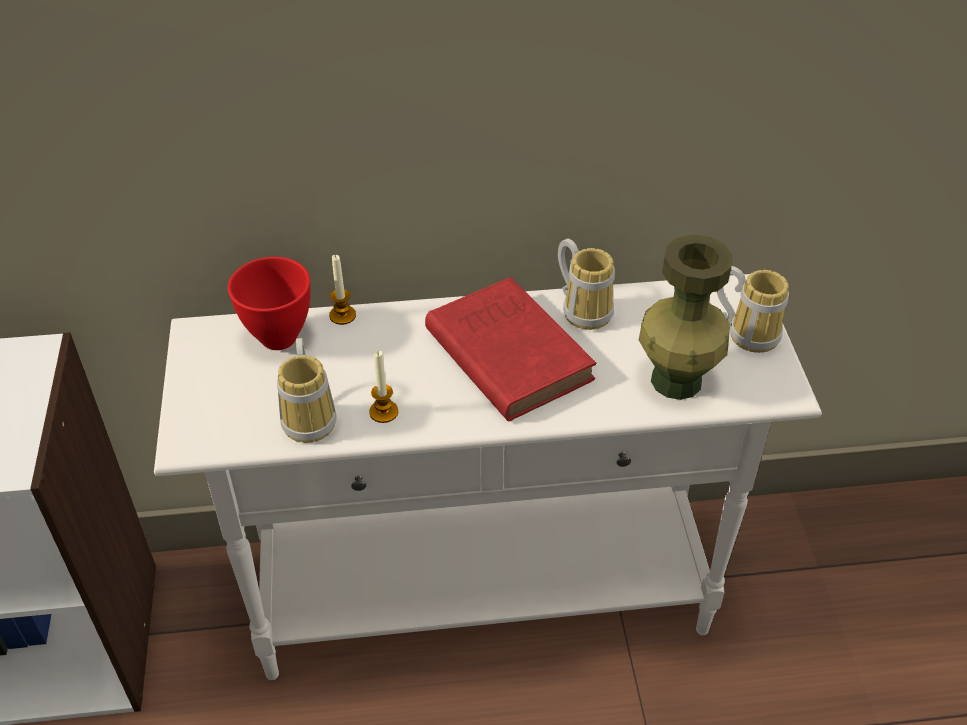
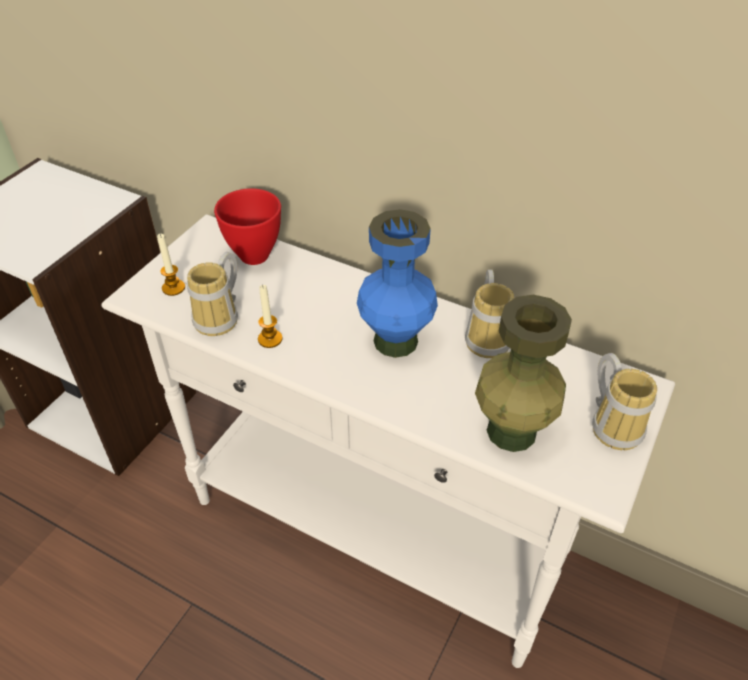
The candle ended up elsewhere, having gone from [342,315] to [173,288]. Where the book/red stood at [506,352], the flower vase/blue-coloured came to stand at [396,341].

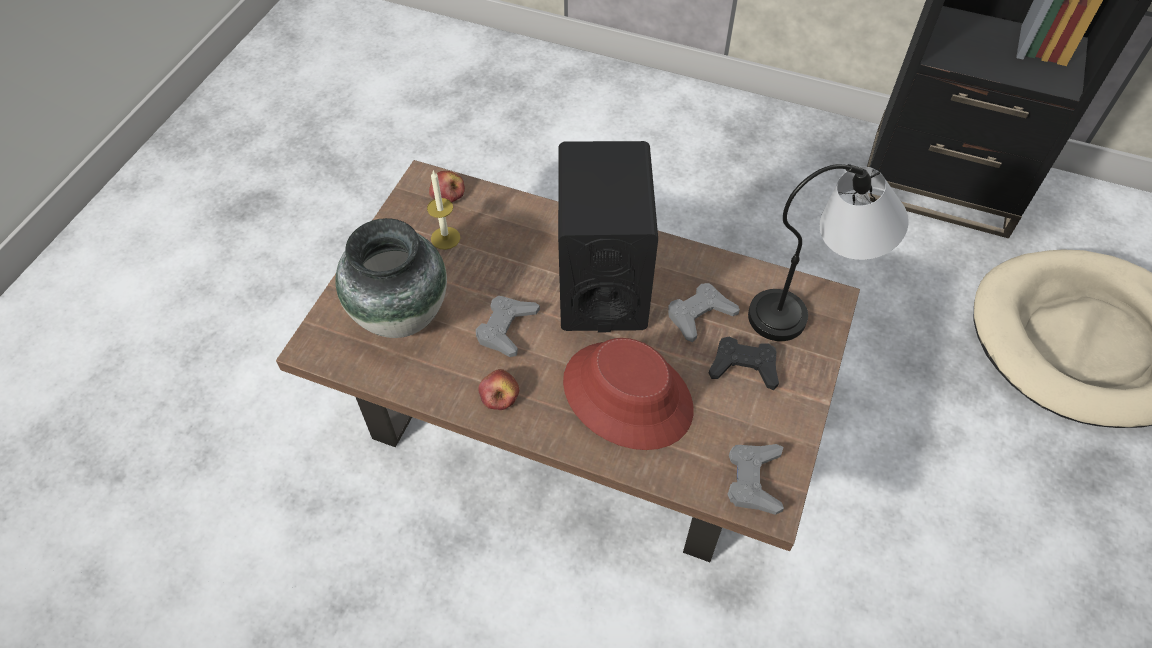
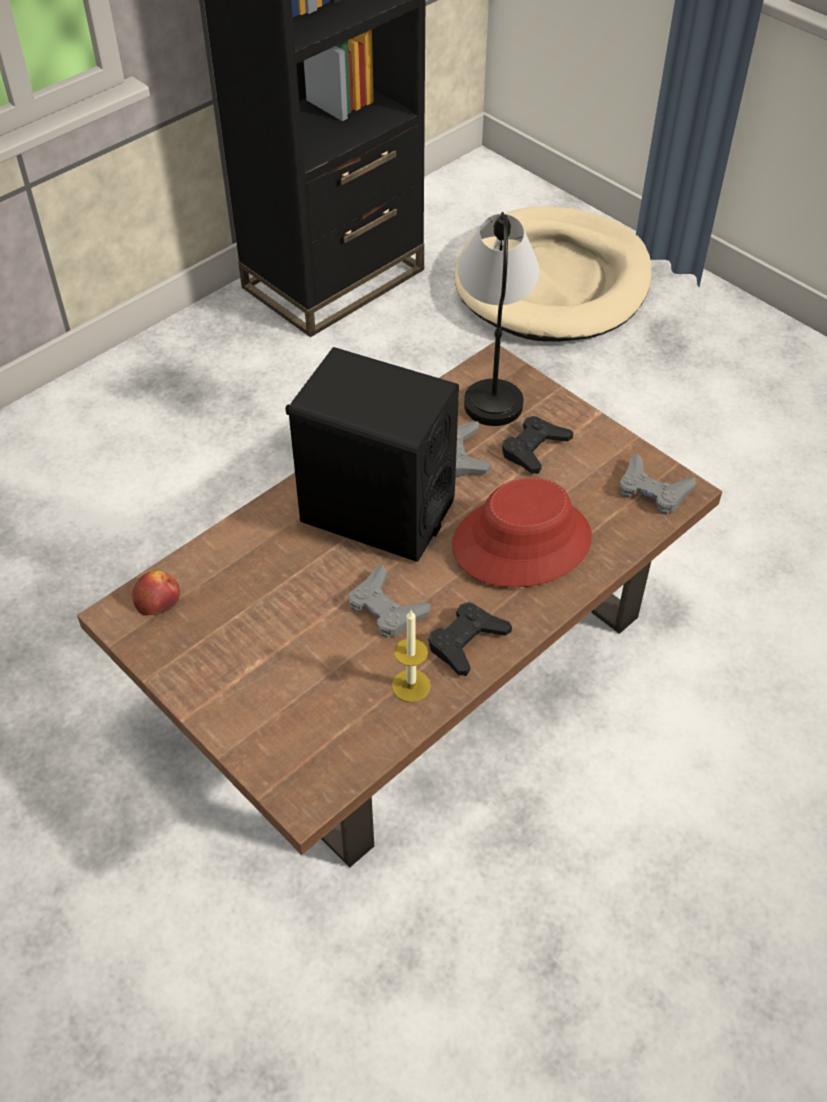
The second view lost the flower vase at [402,315]. The candle ended up elsewhere, having gone from [445,238] to [411,686]. Where the apple stood at [499,394], the game controller/black came to stand at [466,642].

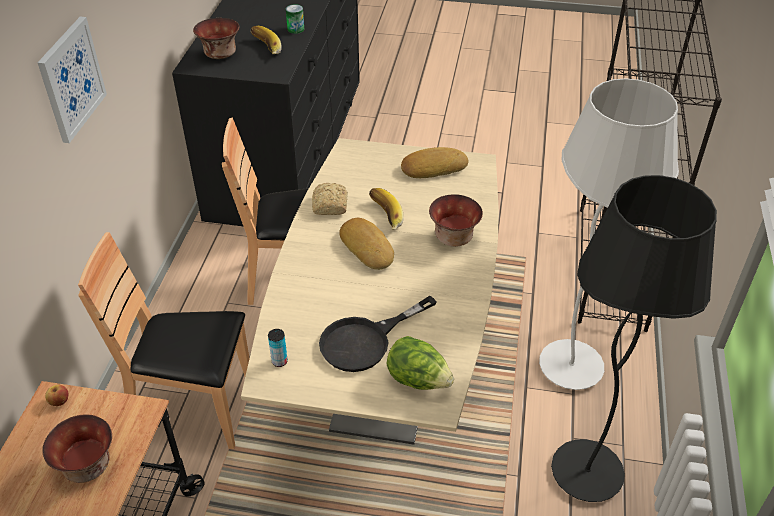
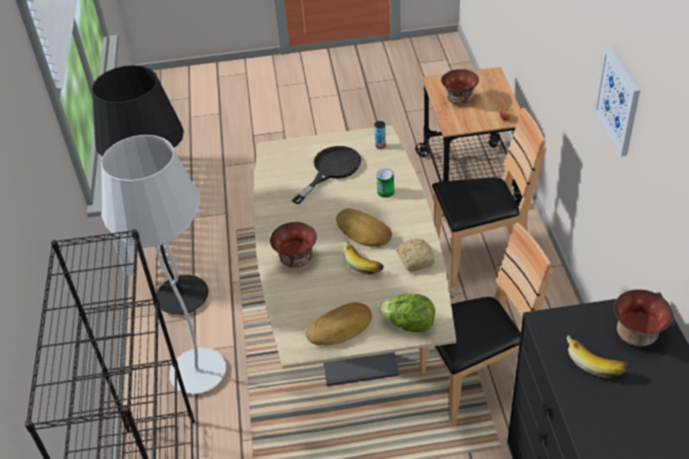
The metal can ended up elsewhere, having gone from [295,29] to [385,191]. The lettuce ended up elsewhere, having gone from [418,380] to [408,325].

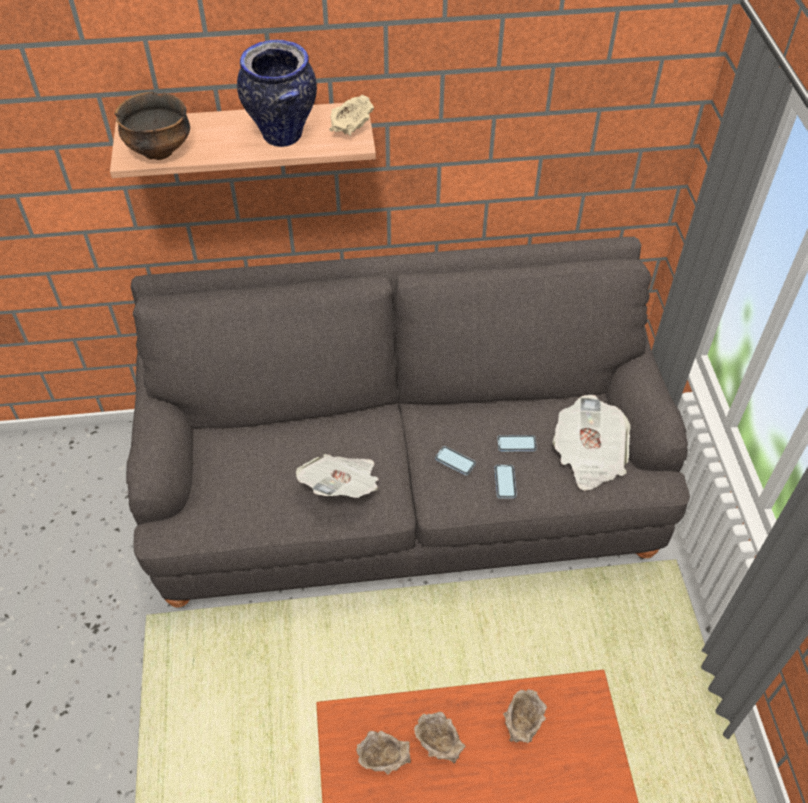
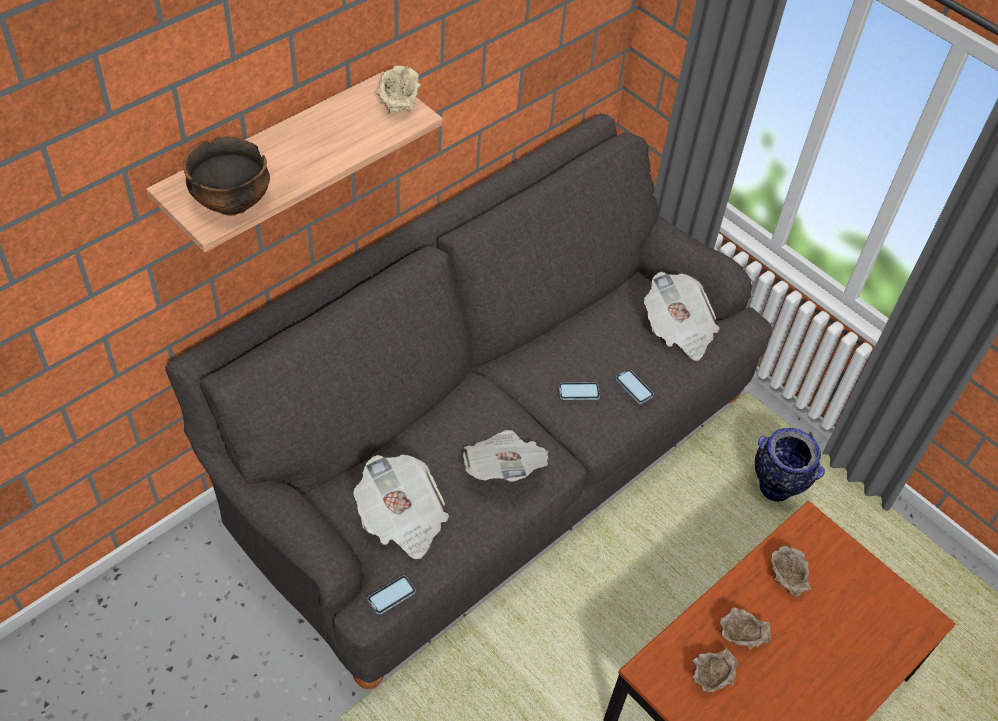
The flower vase ended up elsewhere, having gone from [283,136] to [775,489]. The phone ended up elsewhere, having gone from [516,444] to [391,595]. The second view gained the printed paper at [402,519].

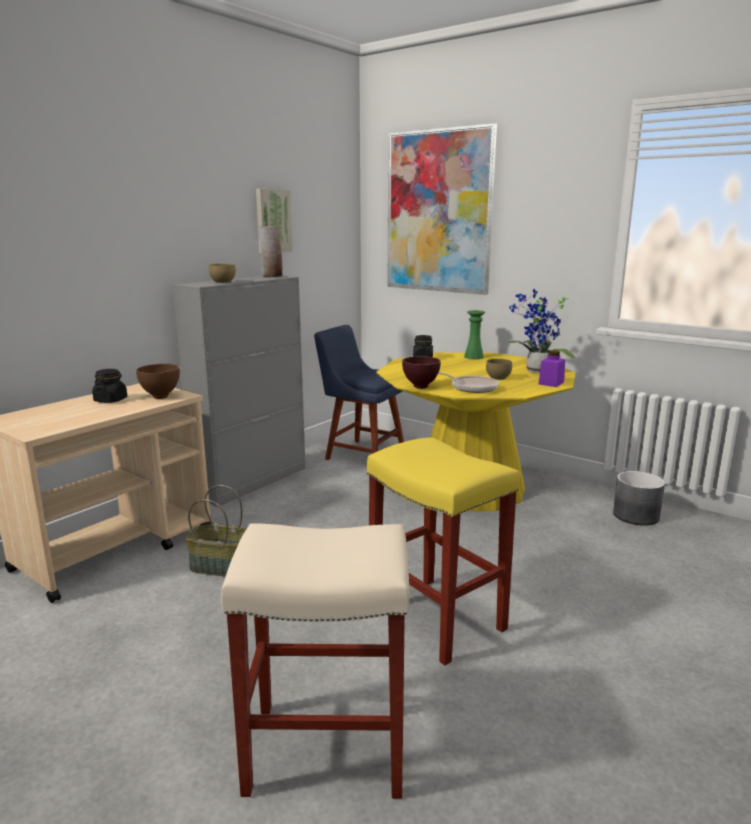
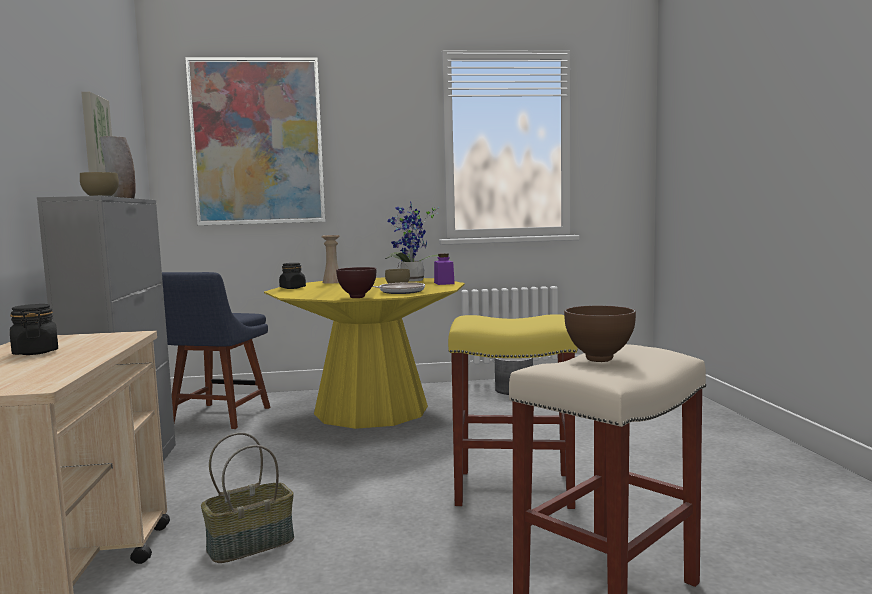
The serving bowl/brownish ended up elsewhere, having gone from [161,397] to [598,359]. The plain chair/blue-coloured at [362,454] ended up facing another way, 60 degrees counterclockwise from before. What was the flower vase/greenish at [473,357] turned into the flower vase/beige at [332,282].

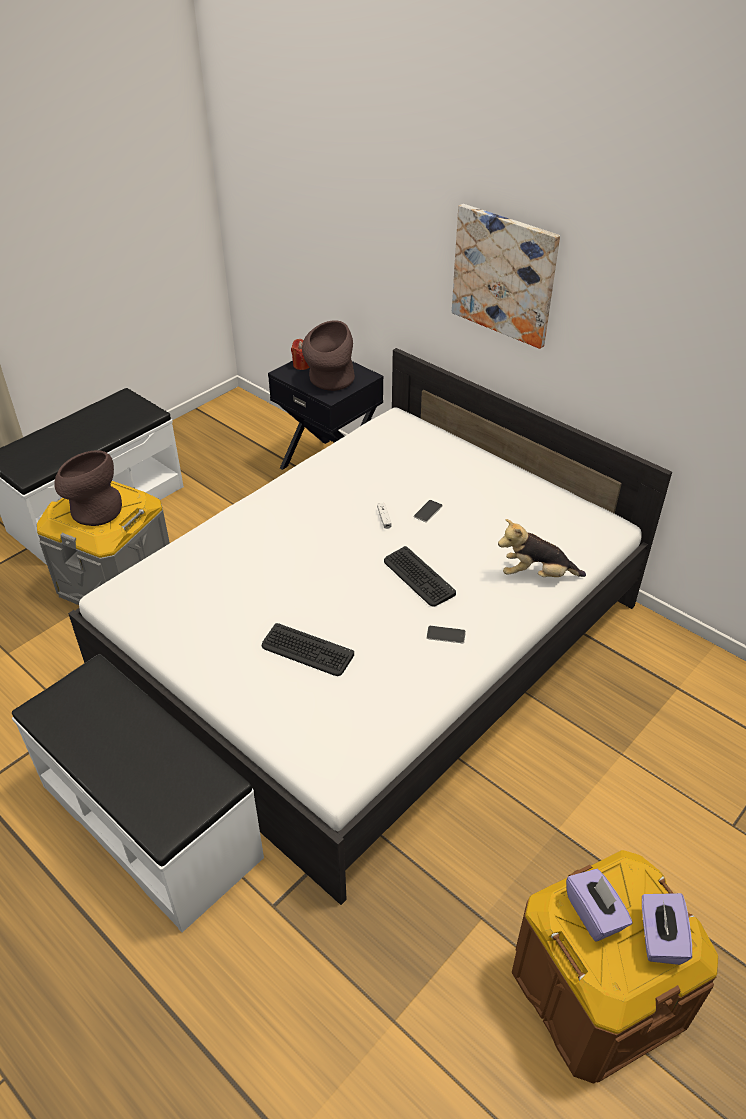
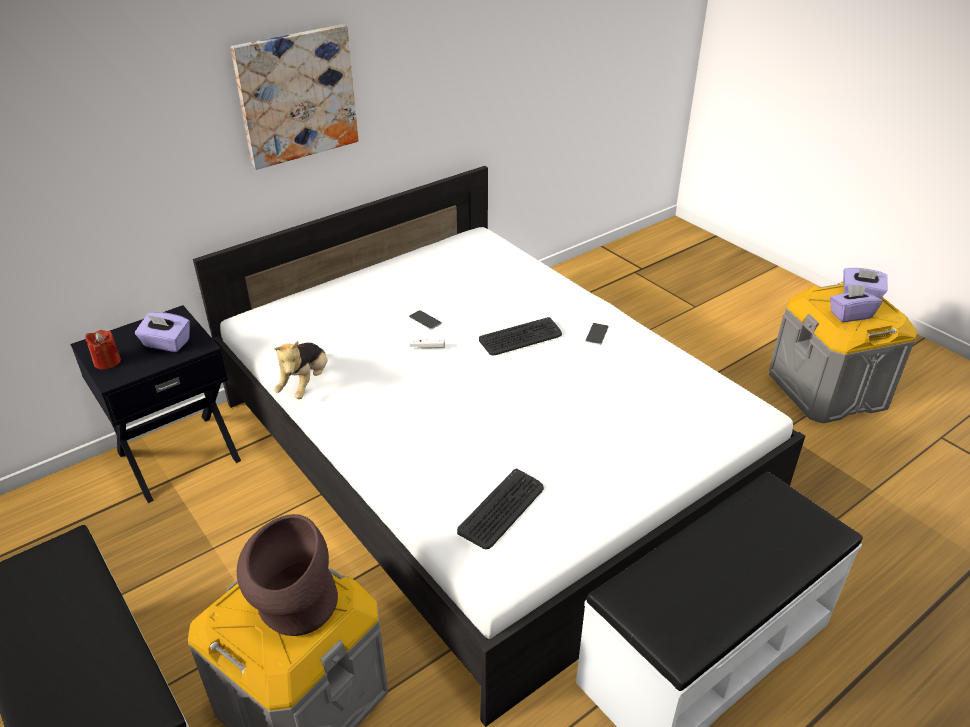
The keyboard ended up elsewhere, having gone from [307,651] to [502,509]. Where the flower vase/brownish stood at [329,382], the tissue holder/purple-coloured came to stand at [166,344]. The plush toy ended up elsewhere, having gone from [536,575] to [305,384]. What was the storage container/brownish at [596,993] turned into the storage container/grey at [827,389].

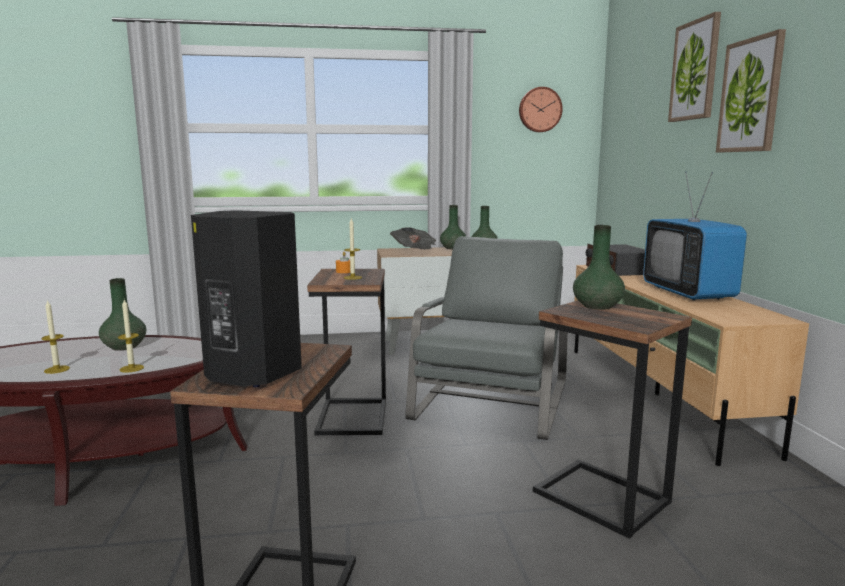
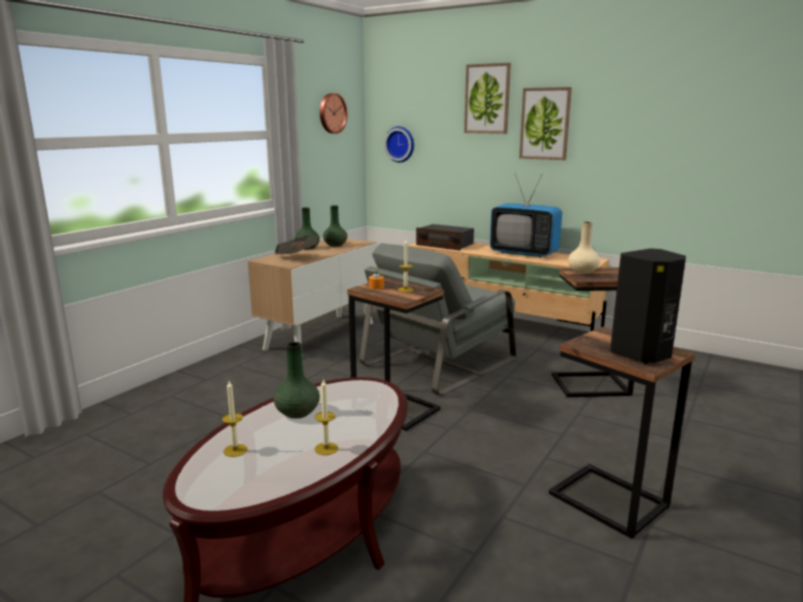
The candle ended up elsewhere, having gone from [131,368] to [235,450]. The armchair/grey at [492,400] ended up facing another way, 105 degrees counterclockwise from before. What was the flower vase/greenish at [596,306] turned into the flower vase/beige at [582,272]. The second view gained the wall clock at [400,144].

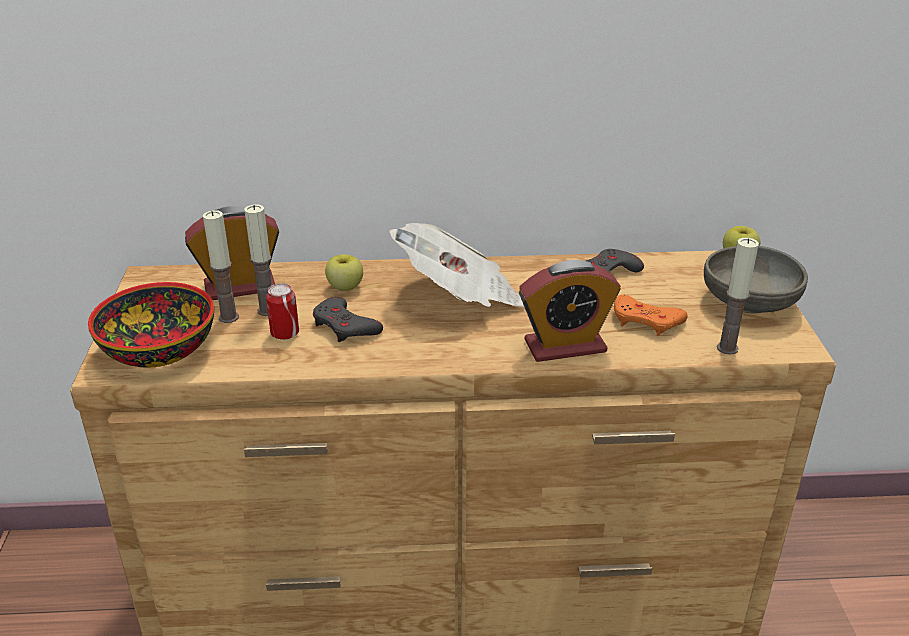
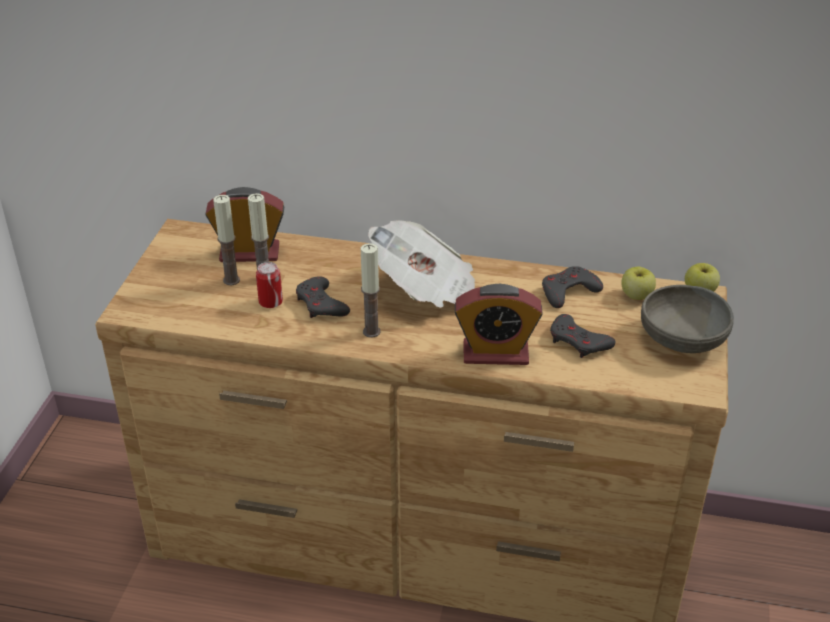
The second view lost the serving bowl at [160,349]. The apple ended up elsewhere, having gone from [345,287] to [636,295]. What was the game controller/orange-coloured at [646,321] turned into the game controller/grey at [578,341]. The candle ended up elsewhere, having gone from [727,348] to [371,331].

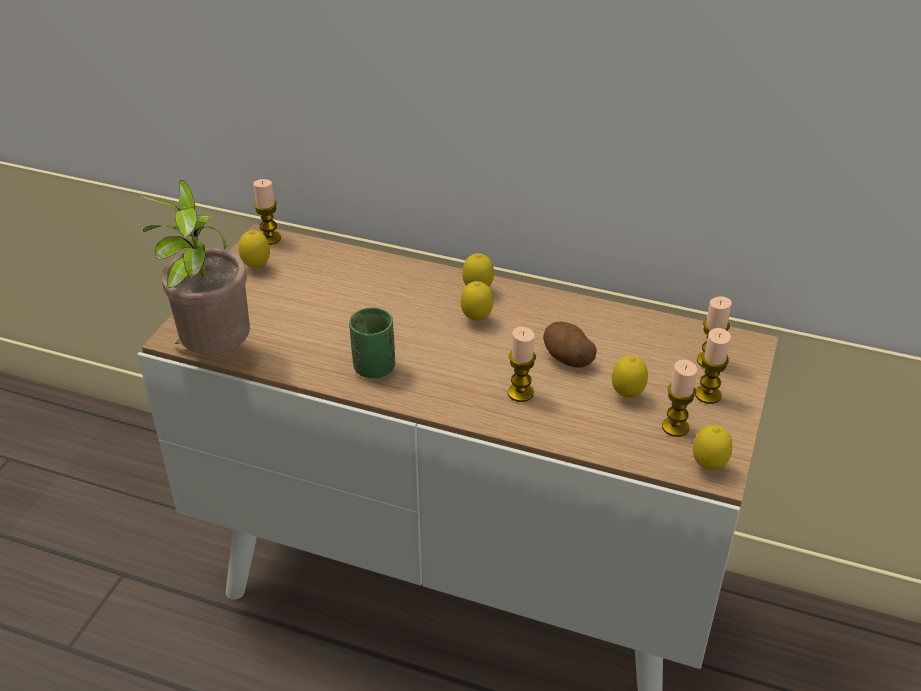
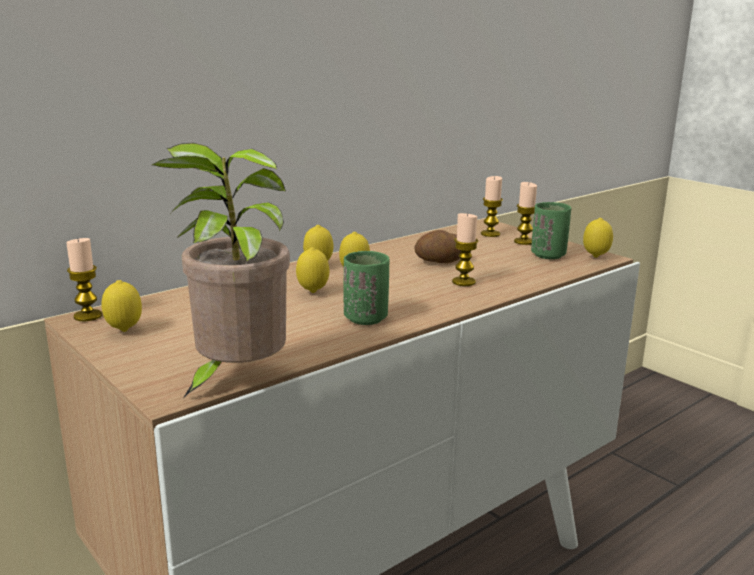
The lemon ended up elsewhere, having gone from [627,395] to [313,292]. Where the candle stood at [675,427], the small cup/greenish came to stand at [548,255].

